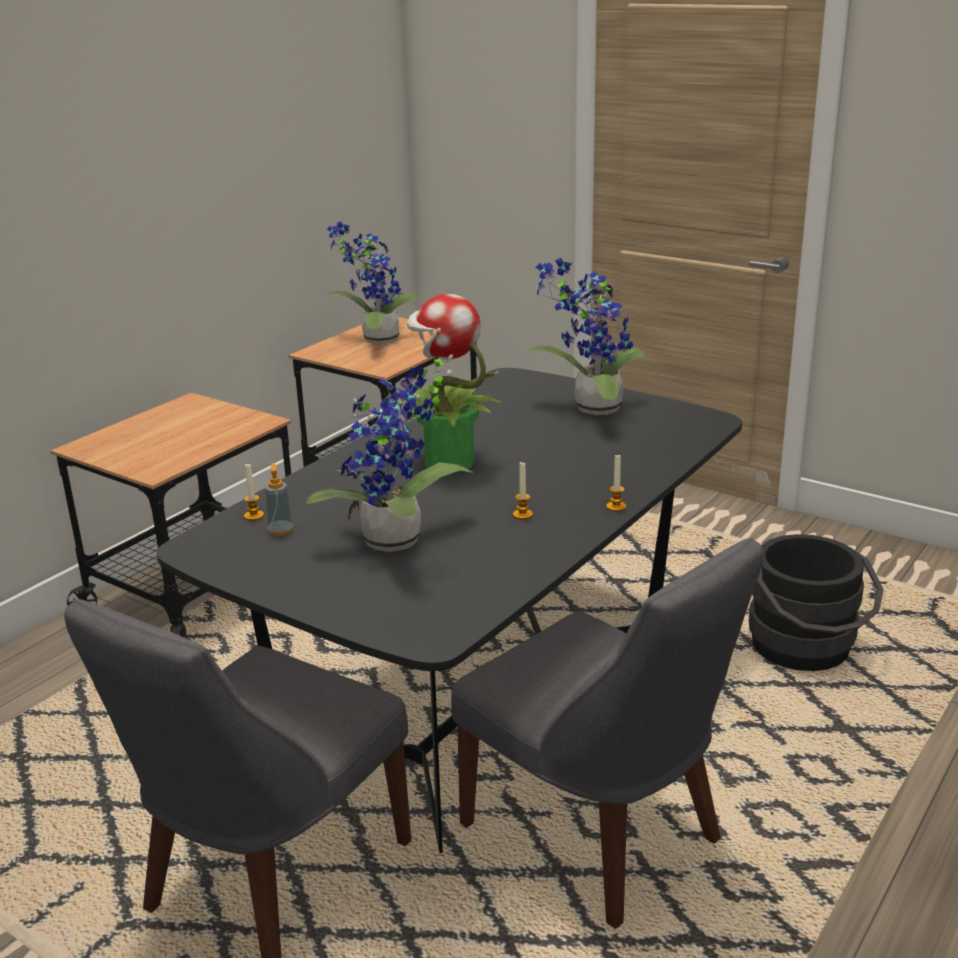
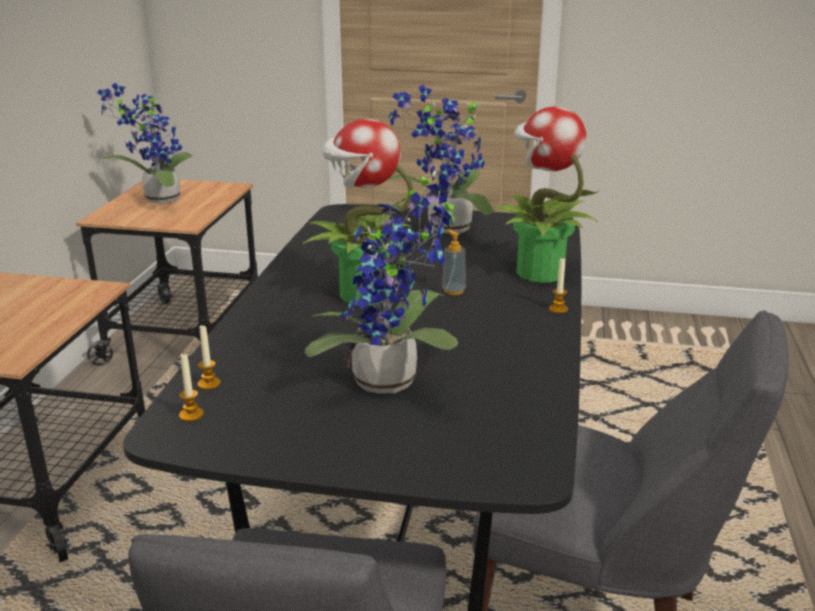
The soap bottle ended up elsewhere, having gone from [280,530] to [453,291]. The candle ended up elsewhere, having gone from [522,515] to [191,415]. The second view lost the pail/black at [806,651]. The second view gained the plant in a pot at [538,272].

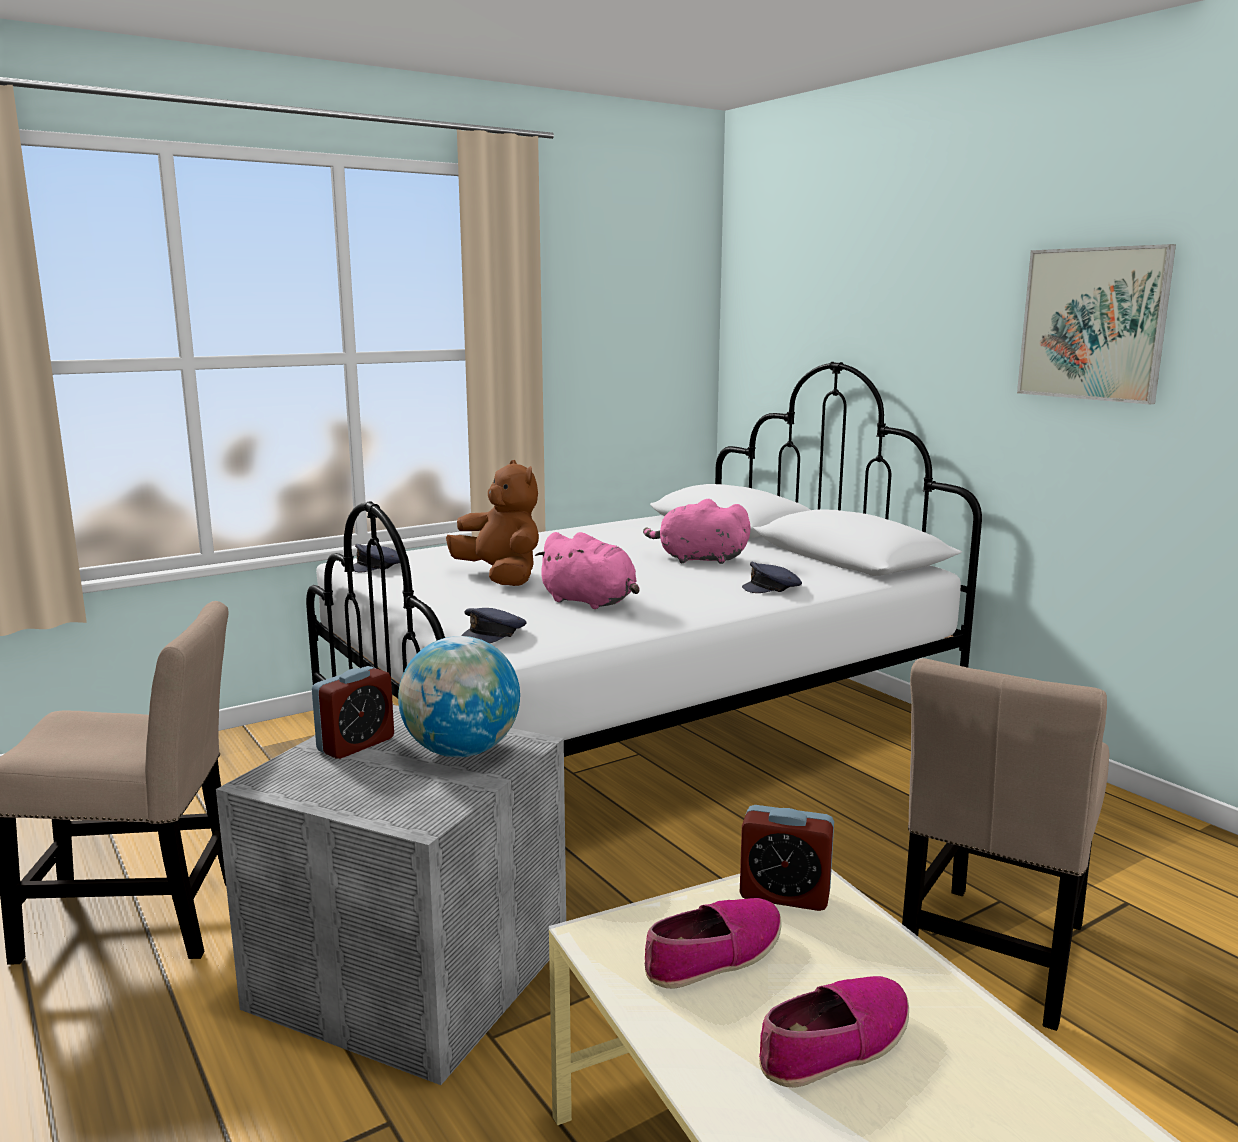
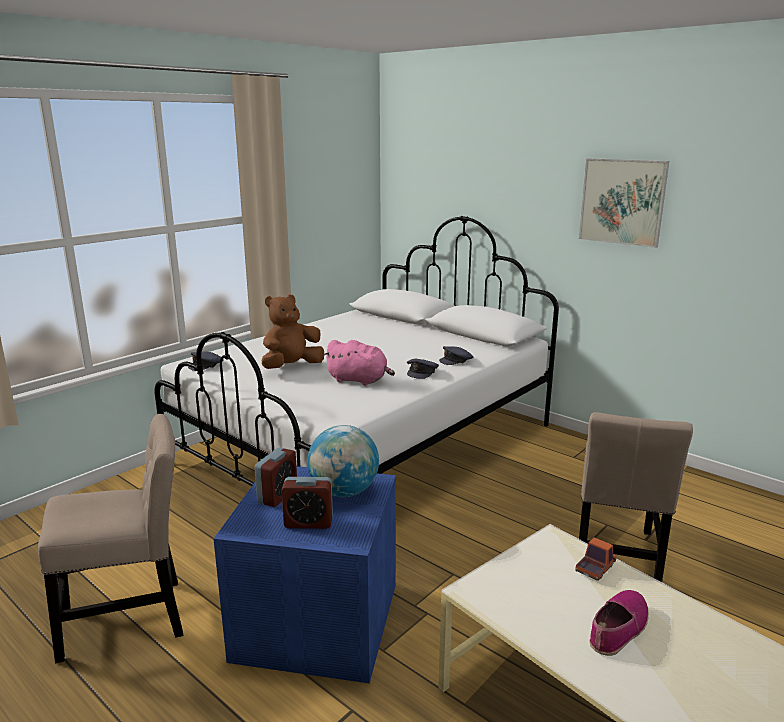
What was the storage container/grey at [410,969] turned into the storage container/blue-coloured at [316,619]. The plush toy/brownish at [501,577] ended up facing another way, 75 degrees counterclockwise from before. The peaked cap/grey ended up elsewhere, having gone from [494,634] to [422,372]. The second view lost the plush toy/pink-coloured at [698,559]. The second view lost the shoe at [714,955]. The alarm clock ended up elsewhere, having gone from [784,895] to [308,522]. The second view gained the toy truck at [595,568].

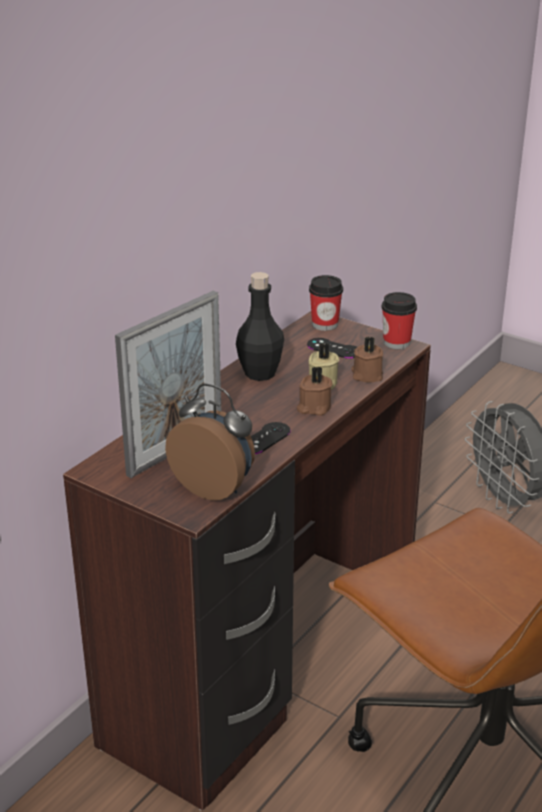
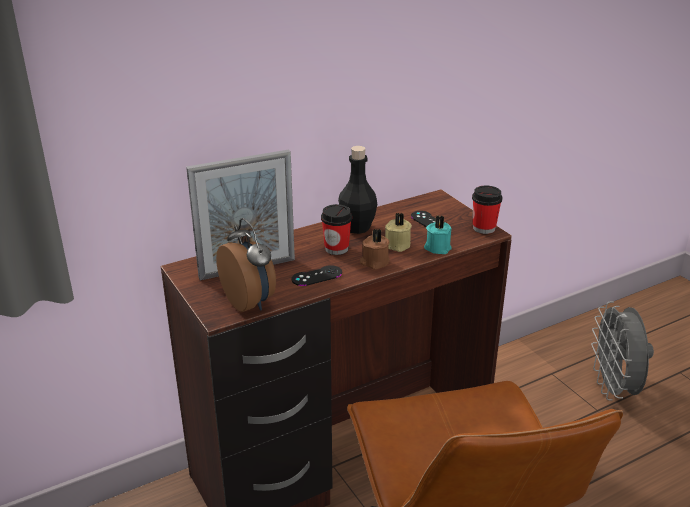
The small cup ended up elsewhere, having gone from [325,324] to [336,248]. What was the candle/brownish at [366,375] turned into the candle/turquoise at [437,247].

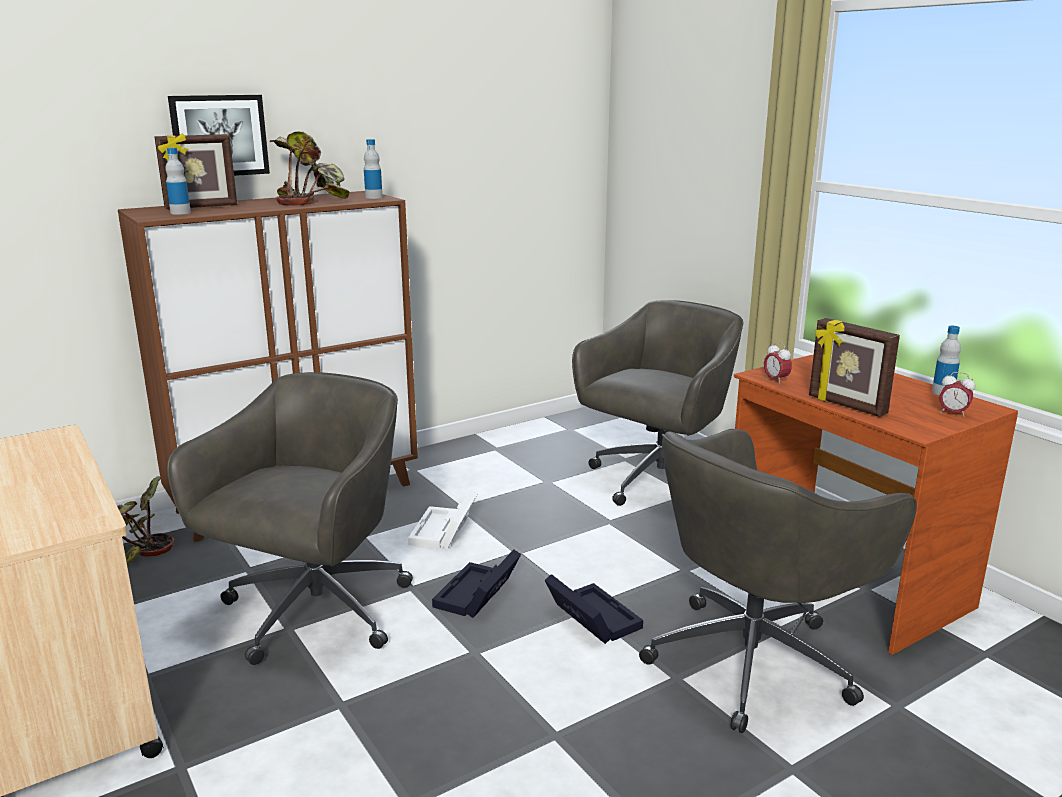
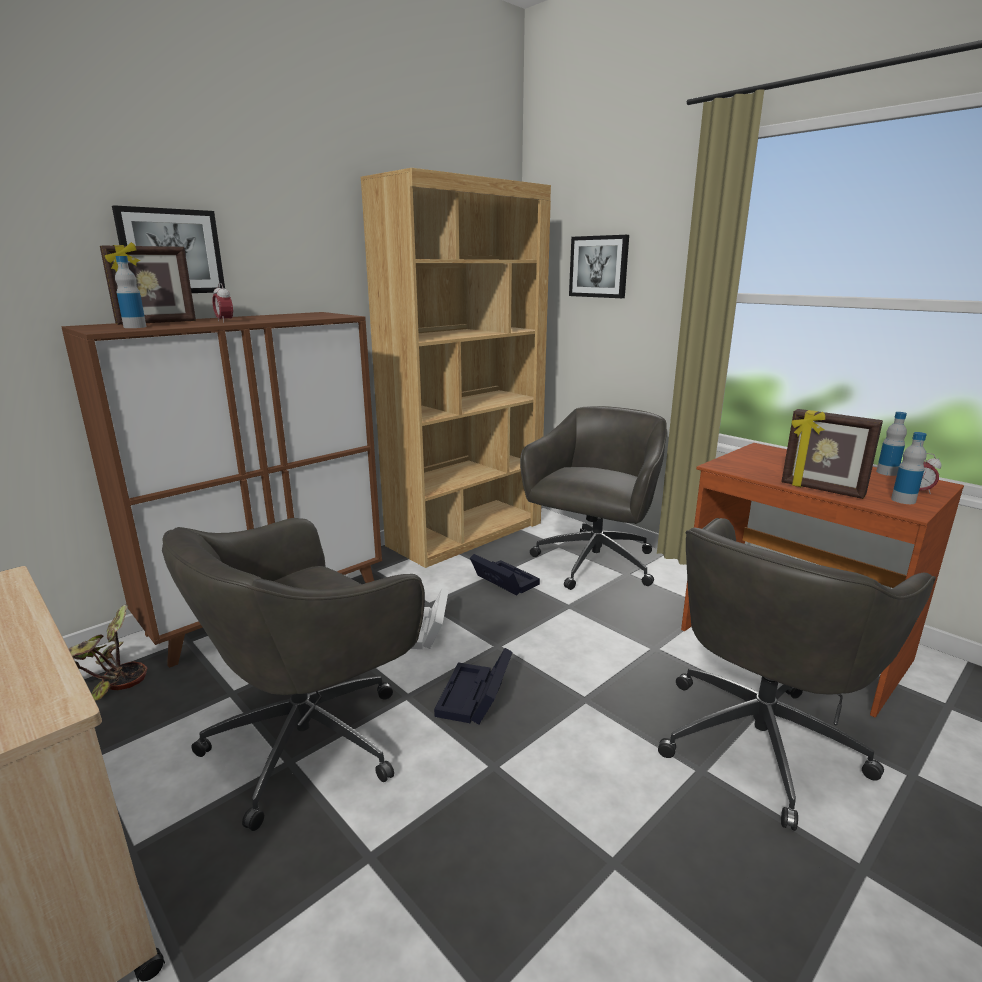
The computer chair/grey at [313,613] ended up facing another way, 150 degrees counterclockwise from before. The second view lost the plant in a pot at [311,200]. The beverage bottle ended up elsewhere, having gone from [374,197] to [903,500]. The storage container/black ended up elsewhere, having gone from [590,617] to [502,581]. The alarm clock ended up elsewhere, having gone from [775,380] to [225,321]. The second view gained the bookcase/brownish at [466,534]. The second view gained the picture at [599,266].

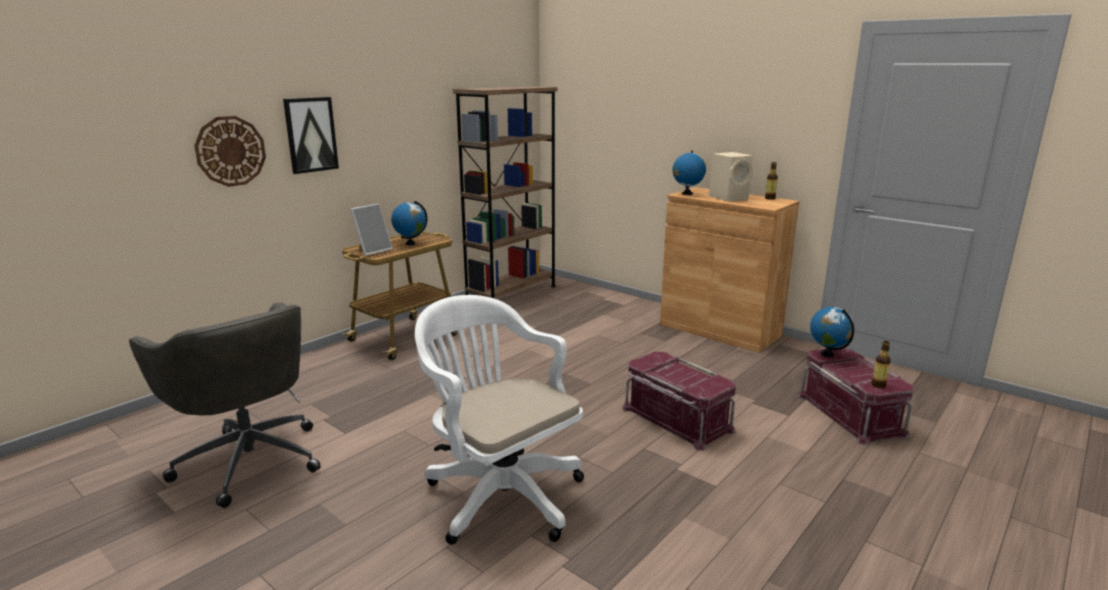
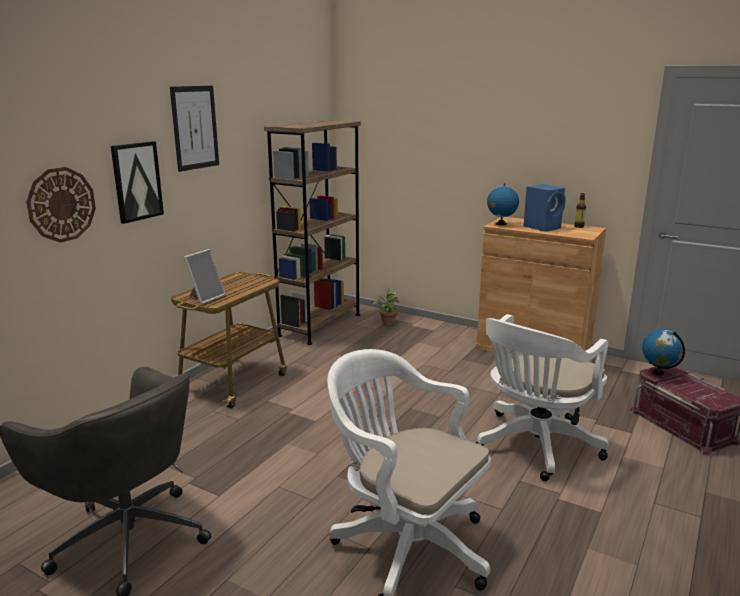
The second view lost the world globe at [410,243]. Where the storage container/red stood at [675,419], the computer chair/whitish came to stand at [534,447]. What was the loudspeaker/beige at [729,198] turned into the loudspeaker/blue-coloured at [543,227]. The second view lost the beverage bottle at [878,385]. The second view gained the picture at [195,127]. The second view gained the plant in a pot at [387,322].

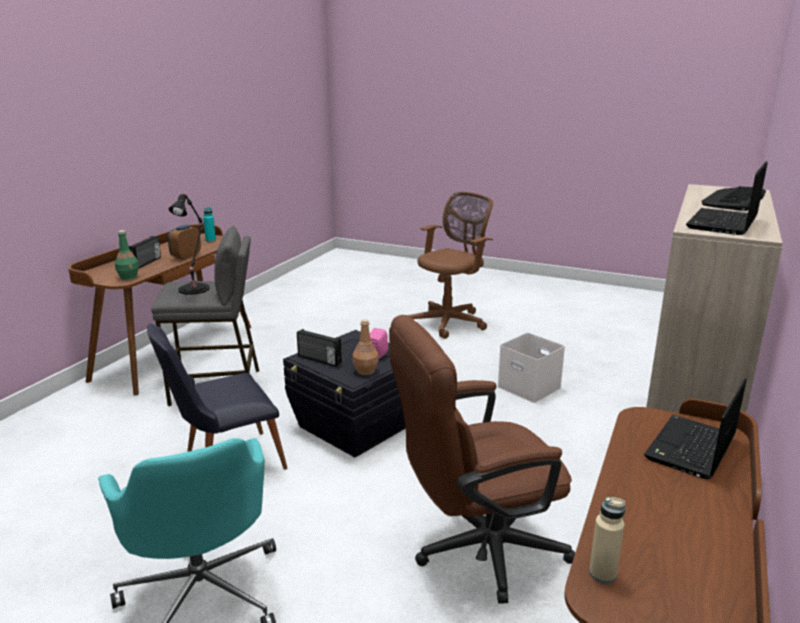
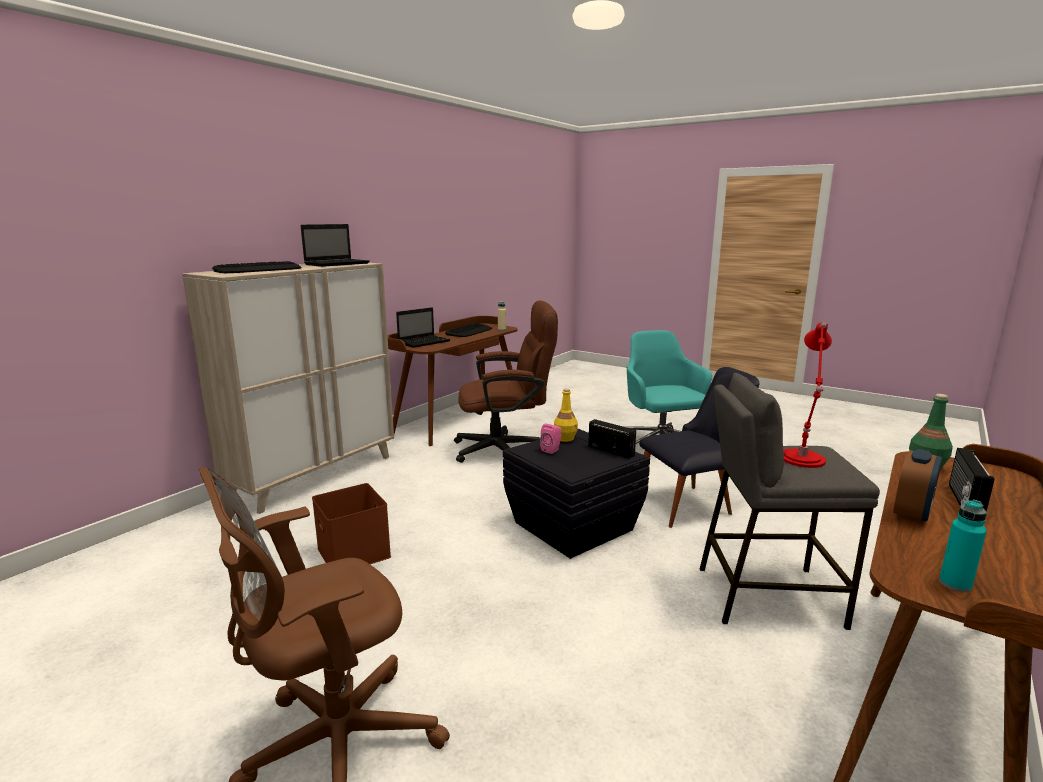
What was the lamp for a table/black at [195,288] turned into the lamp for a table/red at [801,460]. What was the beverage bottle/brownish at [365,371] turned into the beverage bottle/yellow at [565,438]. What was the storage container/whitish at [530,387] turned into the storage container/brownish at [352,552]. The second view gained the keyboard at [469,331].

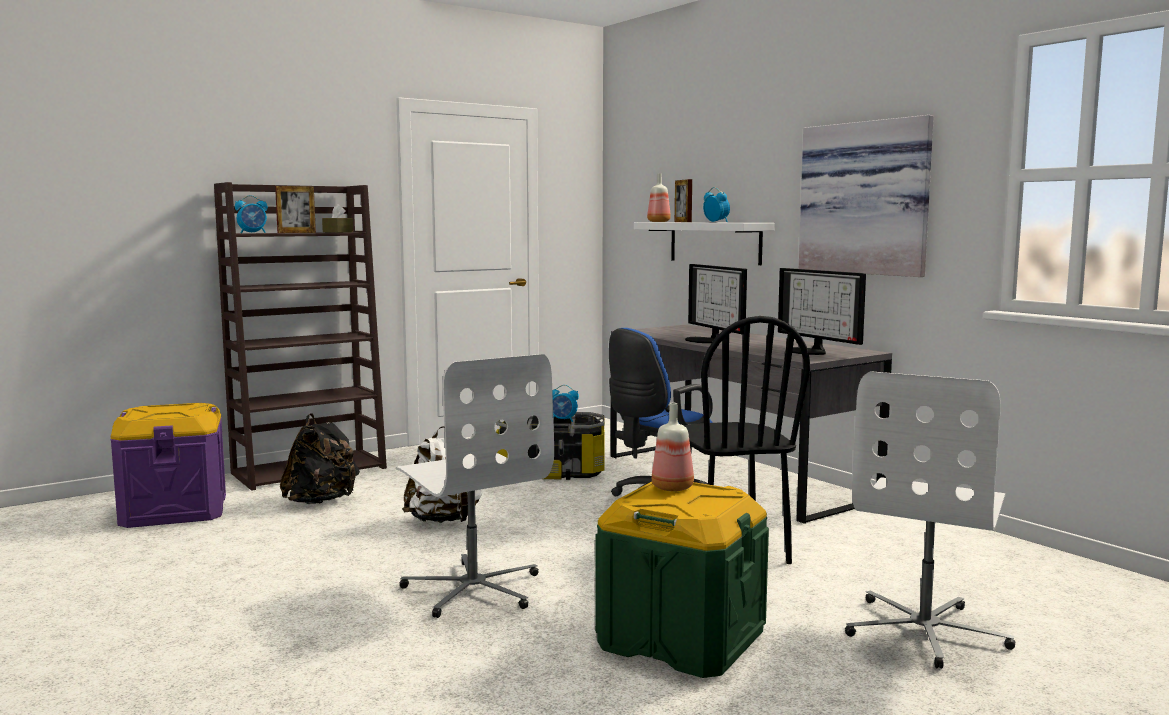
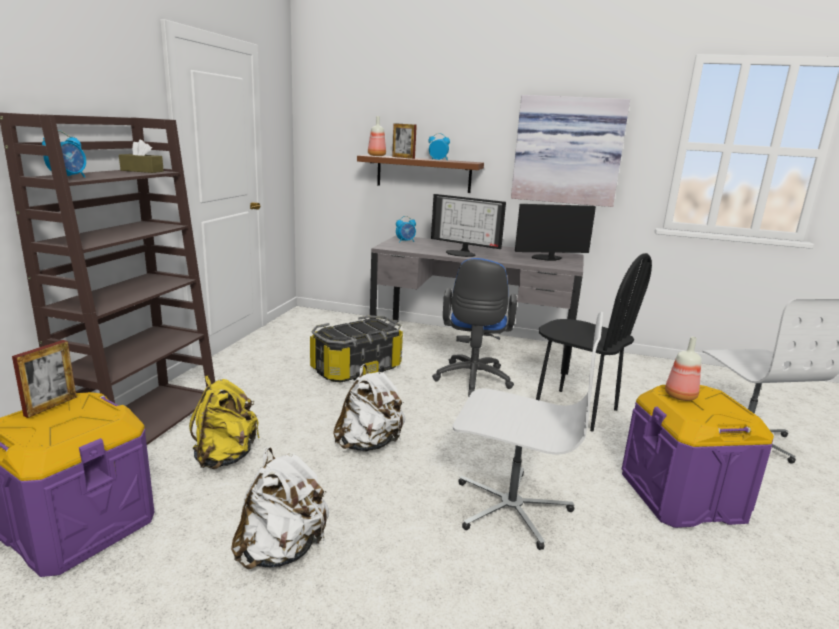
The standing frame ended up elsewhere, having gone from [296,233] to [51,406]. What was the knapsack/black at [321,501] turned into the knapsack/yellow at [225,457]. The alarm clock ended up elsewhere, having gone from [563,420] to [405,241]. What was the storage container/greenish at [680,639] turned into the storage container/purple-coloured at [682,496]. What was the bracket shelf/whitish at [714,242] turned into the bracket shelf/brownish at [423,173]. The monitor at [810,351] ended up facing another way, 150 degrees clockwise from before. The second view gained the knapsack/whitish at [282,550].

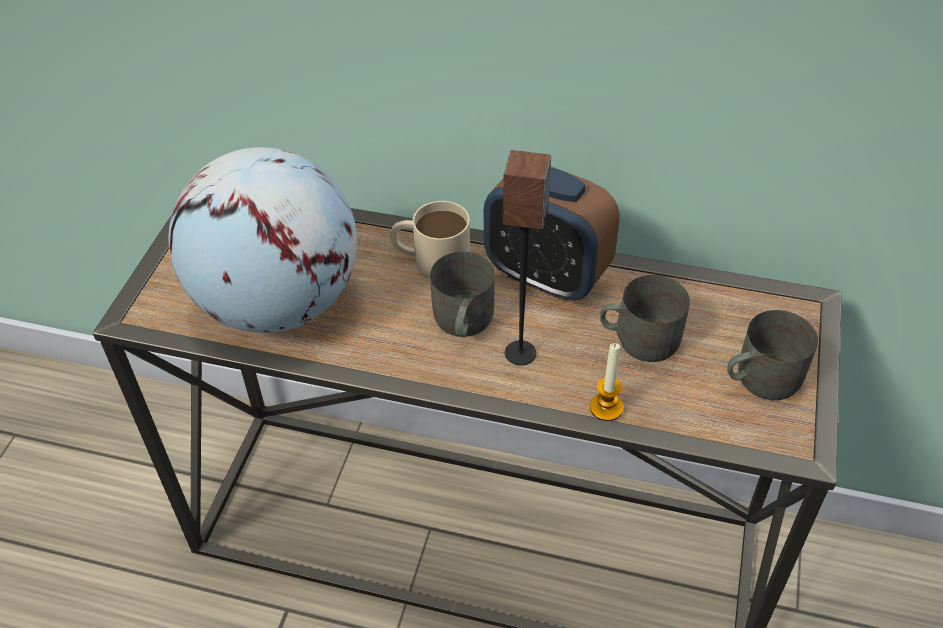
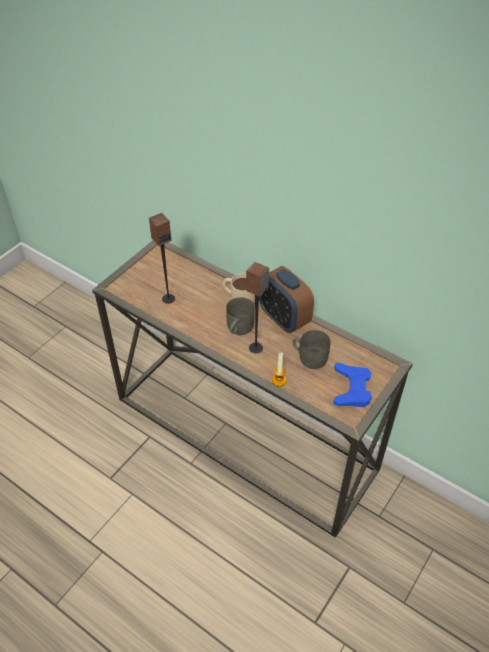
Where the world globe stood at [279,303], the loudspeaker came to stand at [168,298]. Where the mug/grey stood at [760,378], the game controller/blue-coloured came to stand at [351,389].

